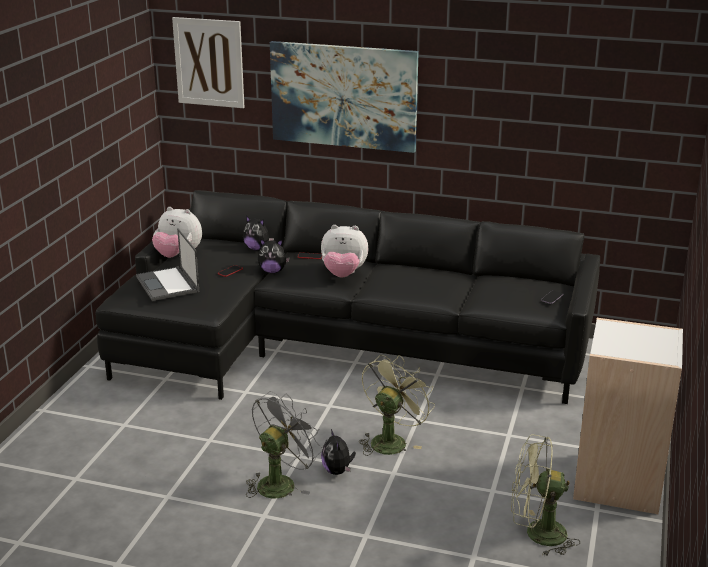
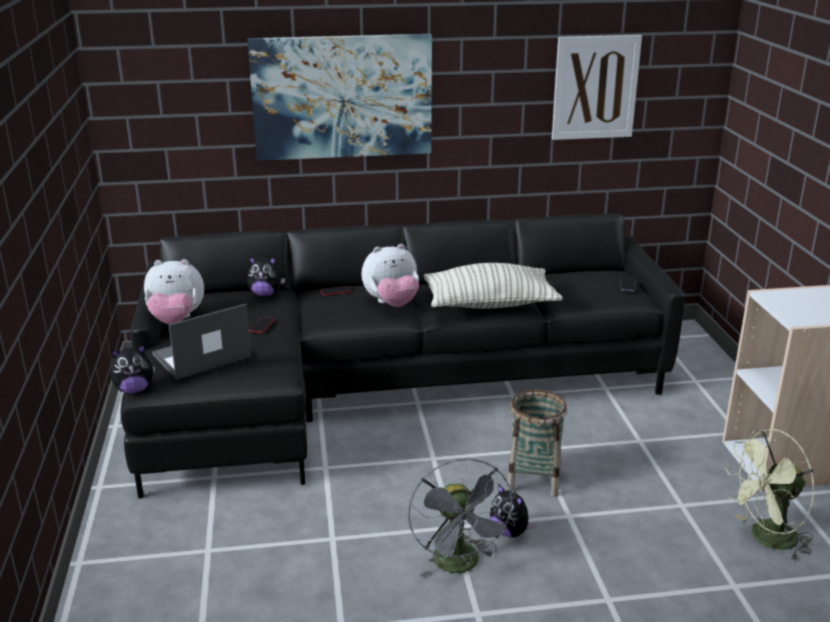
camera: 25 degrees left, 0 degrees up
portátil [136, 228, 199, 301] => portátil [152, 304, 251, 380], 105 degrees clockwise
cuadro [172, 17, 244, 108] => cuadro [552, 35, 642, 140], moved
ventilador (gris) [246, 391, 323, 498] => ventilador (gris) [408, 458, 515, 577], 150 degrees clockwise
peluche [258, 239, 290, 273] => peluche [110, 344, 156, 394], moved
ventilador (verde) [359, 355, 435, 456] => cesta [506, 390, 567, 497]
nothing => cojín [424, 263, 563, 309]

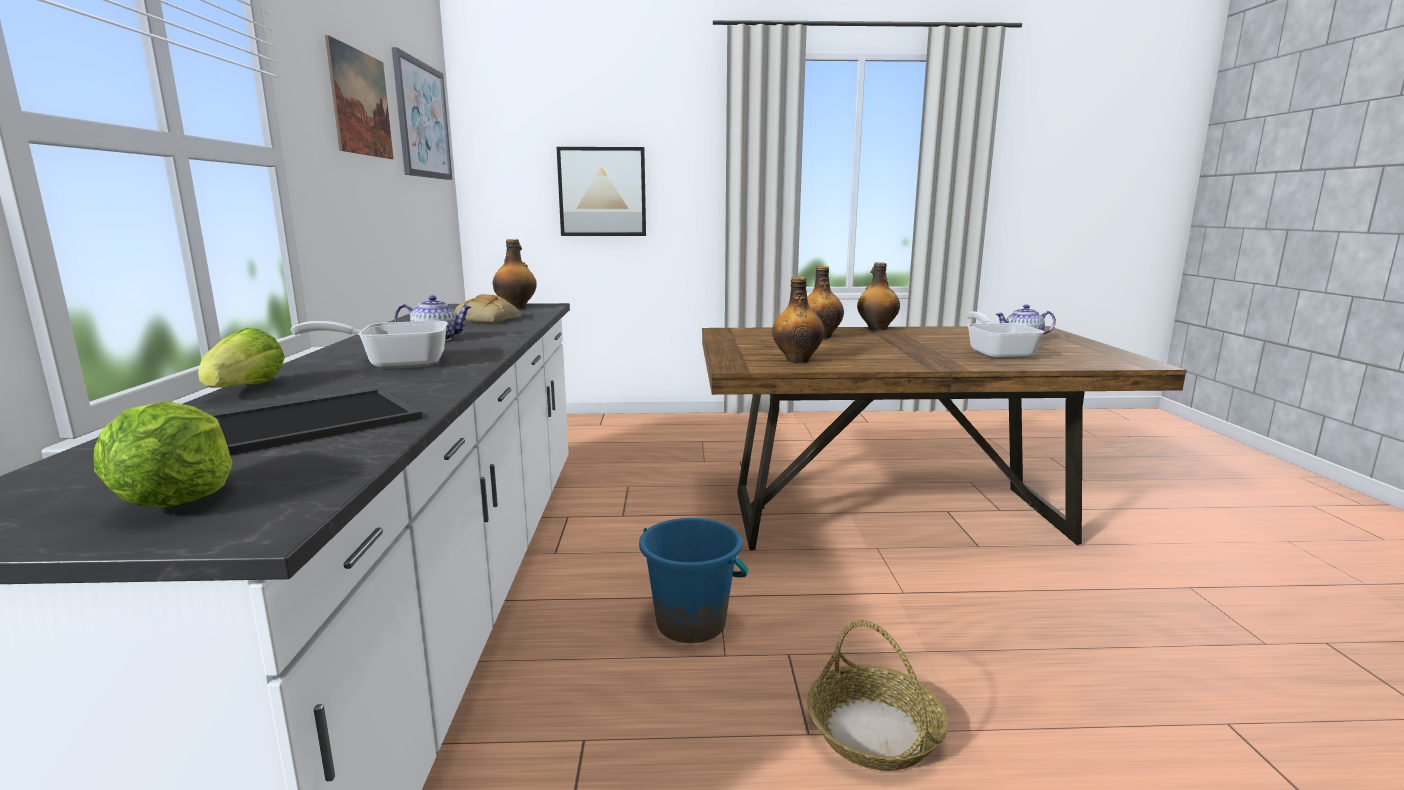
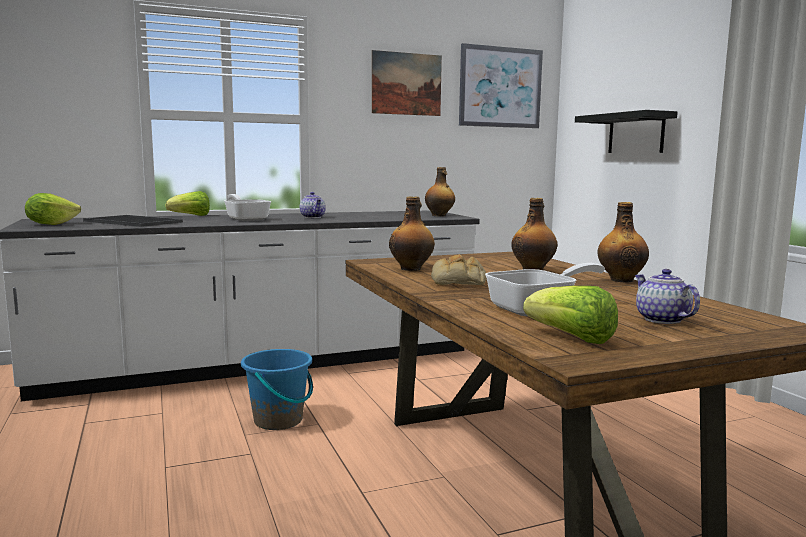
camera: 70 degrees right, 5 degrees down
pan [455, 294, 521, 323] => pan [431, 254, 486, 285], moved
cuadro [557, 147, 646, 236] => estante (negro) [575, 110, 678, 153]
cesta [807, 620, 949, 771] => nothing
nothing => lechuga [523, 286, 618, 344]

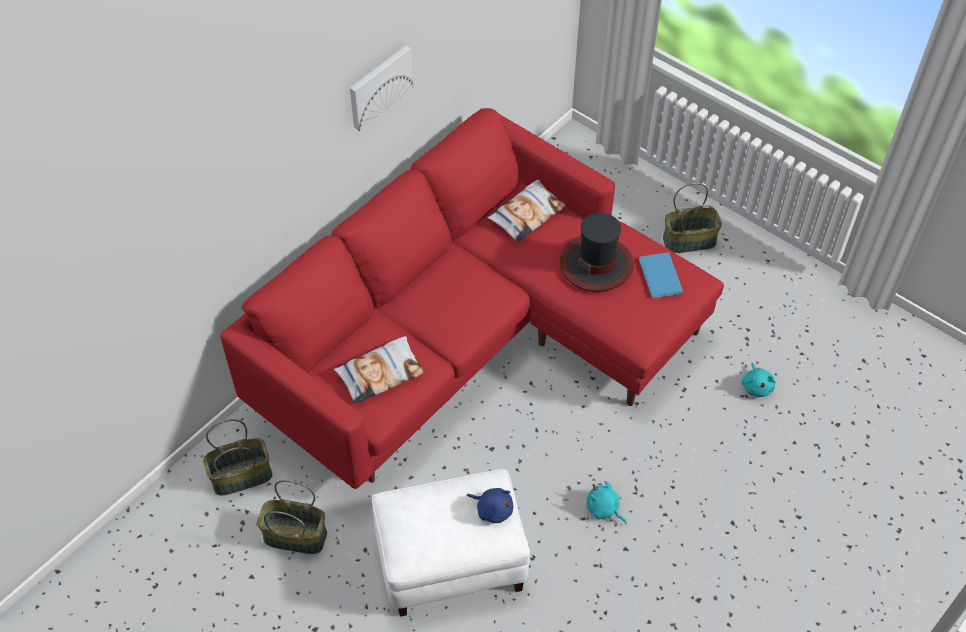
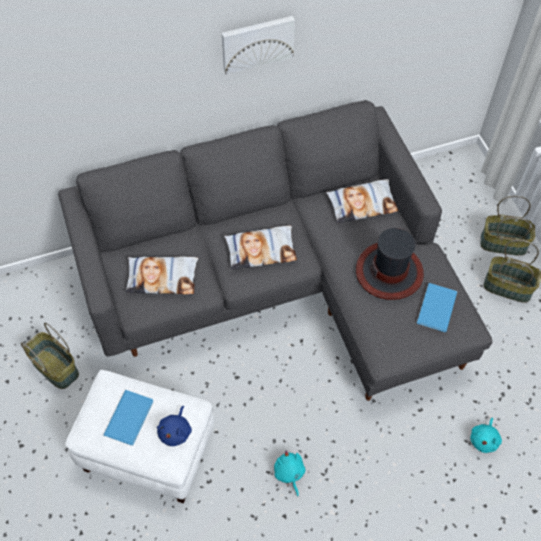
camera: 30 degrees right, 5 degrees up
cesta [203, 419, 273, 495] => cesta [480, 196, 535, 256], moved
sofá (rojo) [220, 108, 724, 489] => sofá (gris) [58, 100, 493, 401]
peluche (azul) [467, 488, 513, 523] => peluche (azul) [157, 406, 192, 446], 45 degrees clockwise
nothing => libro (azul) [103, 390, 154, 446]
nothing => cojín [224, 226, 297, 270]

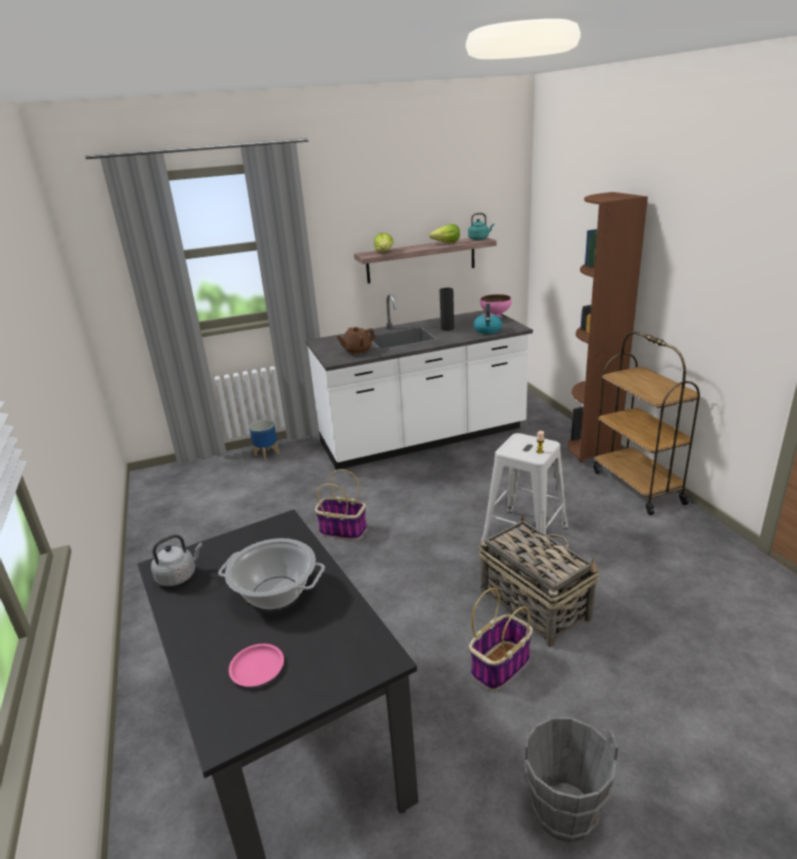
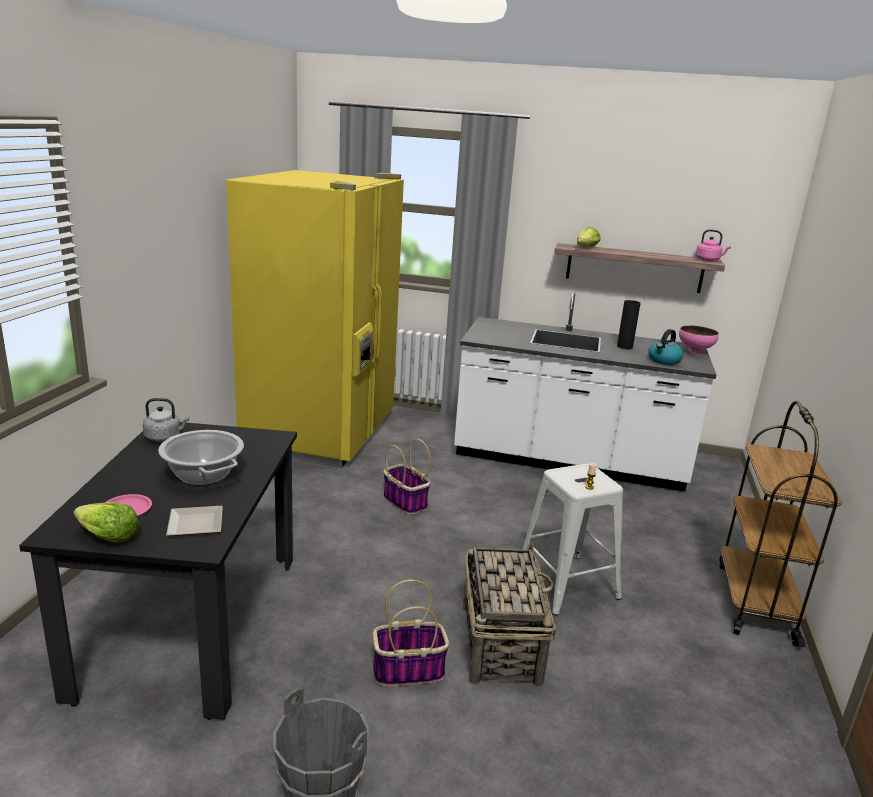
camera: 30 degrees right, 5 degrees down
maceta [249, 420, 279, 461] => nothing
tetera (marrón) [336, 327, 376, 356] => nothing
lechuga [429, 224, 460, 242] => lechuga [74, 502, 139, 542], moved
hervidor (turquesa) [468, 213, 494, 240] => hervidor (rosa) [696, 229, 731, 261]
estantería (marrón) [568, 192, 648, 462] => nothing
nothing => plato [166, 506, 223, 536]
nothing => nevera (amarillo) [226, 170, 404, 469]

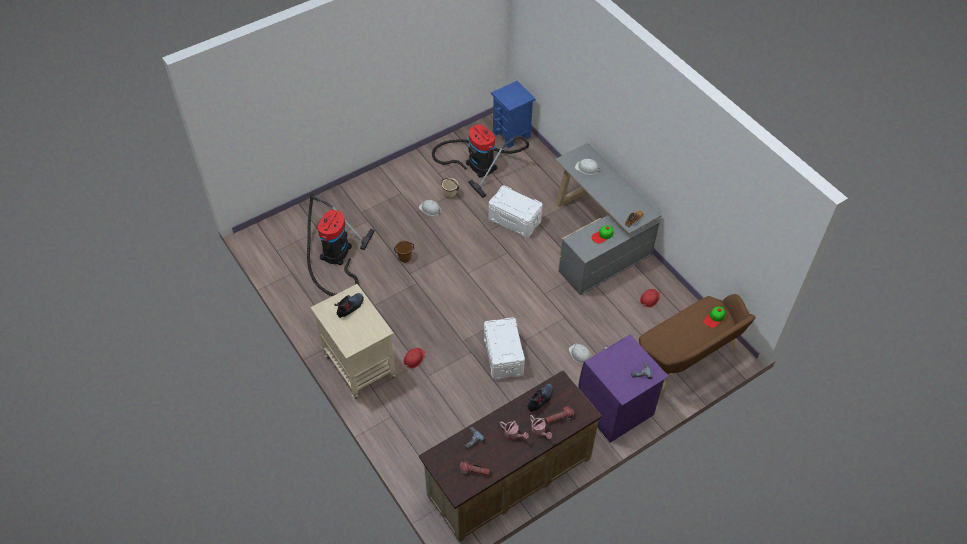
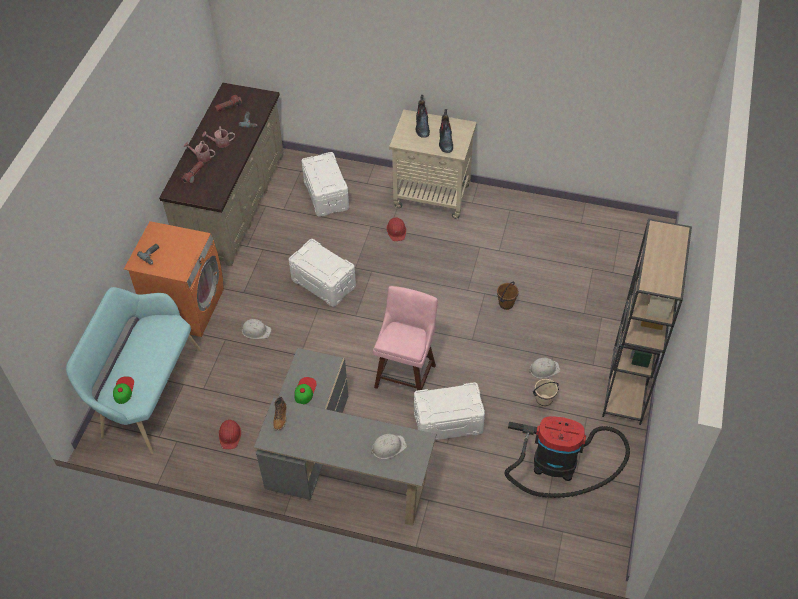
camera: 140 degrees right, 0 degrees up
aspiradora [307, 193, 375, 296] => nothing
mesita de noche (azul) [491, 81, 535, 148] => nothing
bota [527, 384, 553, 412] => bota [416, 95, 430, 138], moved
lavadora (morado) [578, 334, 669, 443] => lavadora (naranja) [124, 221, 224, 337]
banco (marrón) [639, 294, 755, 399] => banco (turquesa) [66, 287, 201, 454]
nothing => caja de almacenaje (blanco) [302, 152, 349, 217]
nothing => silla (rosa) [373, 286, 438, 390]
nothing => estantería [602, 219, 692, 425]

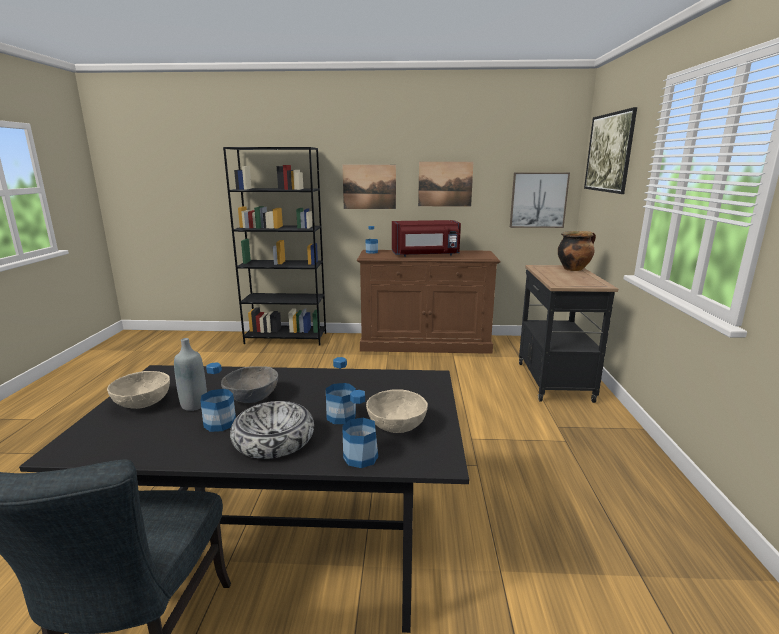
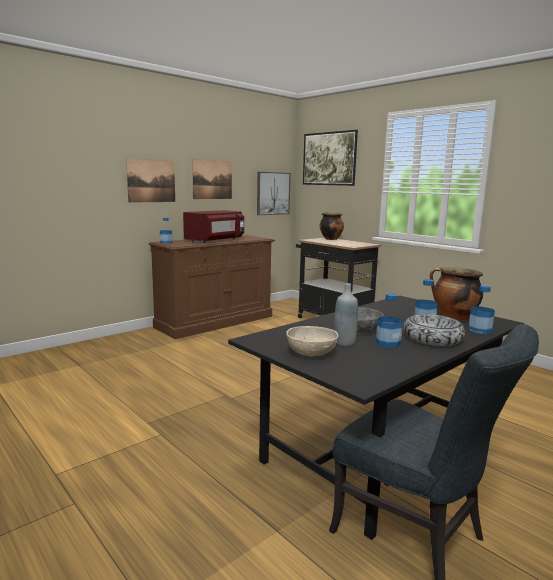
camera: 45 degrees left, 5 degrees down
estantería (negro) [223, 147, 326, 346] => nothing
cuenco (beis) [366, 389, 428, 433] => olla [430, 267, 483, 321]

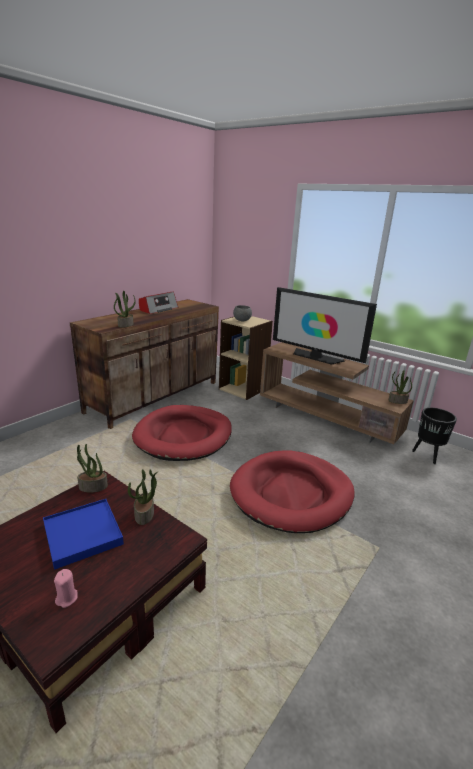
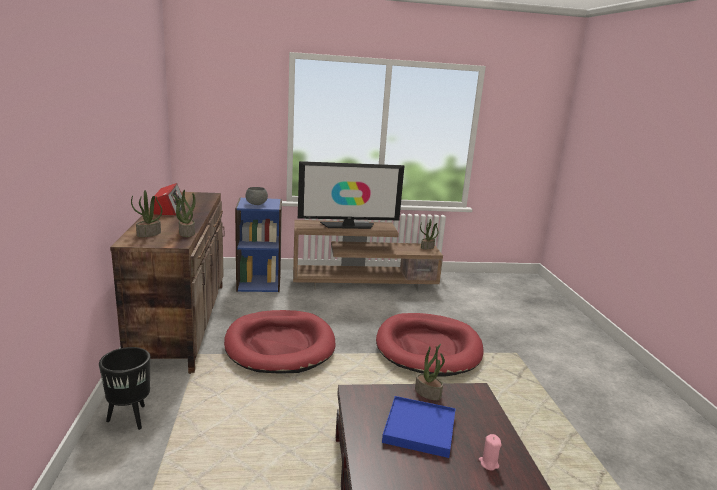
camera: 45 degrees left, 5 degrees down
planta en maceta [77, 444, 108, 492] => planta en maceta [131, 190, 162, 237], moved
estantería (beis) [219, 316, 273, 400] => estantería (azul) [235, 197, 282, 292]
maceta (negro) [412, 408, 457, 464] => maceta (negro) [99, 347, 151, 430], moved

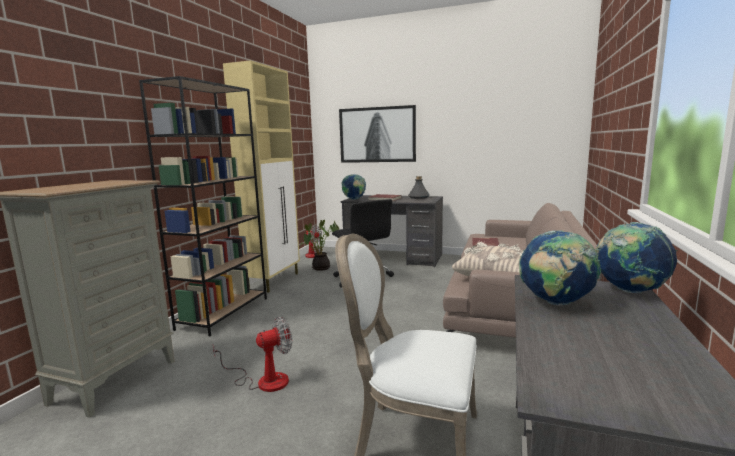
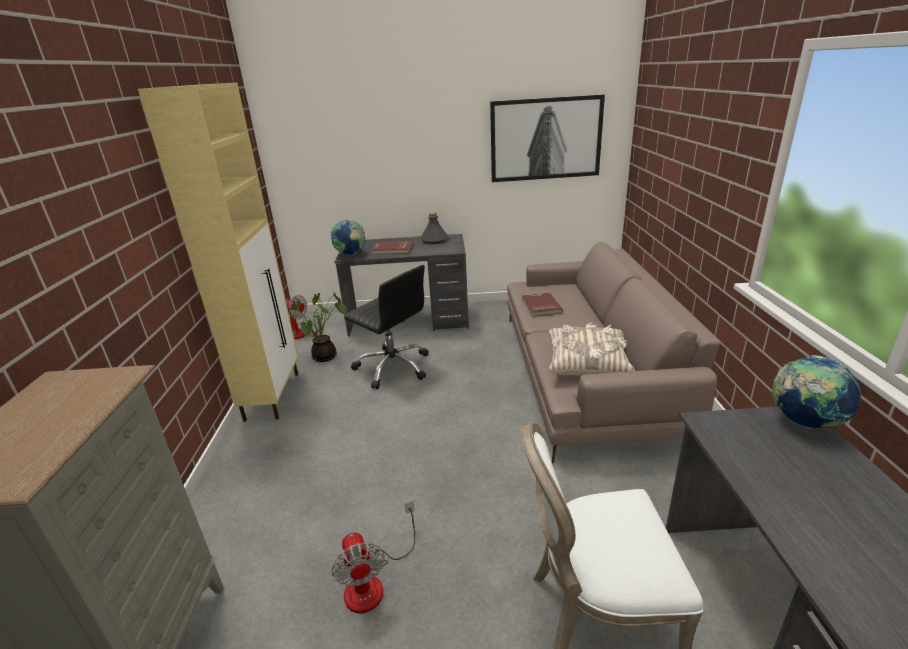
camera: 20 degrees left, 15 degrees up
estantería (beis) [139, 76, 267, 336] => nothing
ventilador [213, 317, 292, 392] => ventilador [331, 500, 415, 613], 120 degrees clockwise
cuadro [339, 105, 416, 163] => cuadro [490, 95, 605, 182], moved
globo terráqueo [519, 230, 601, 305] => nothing

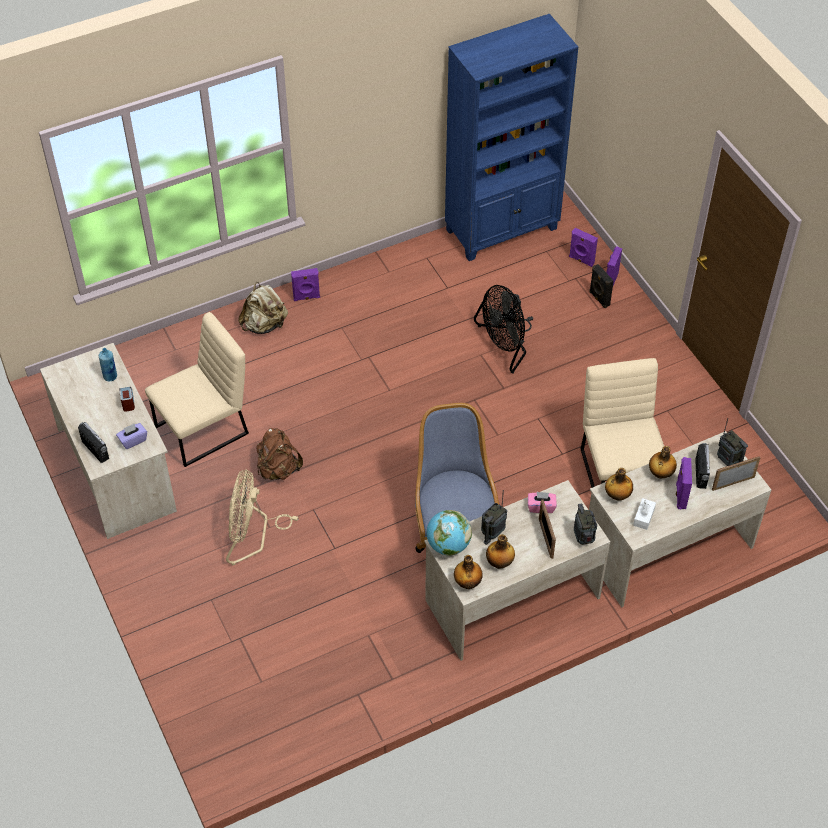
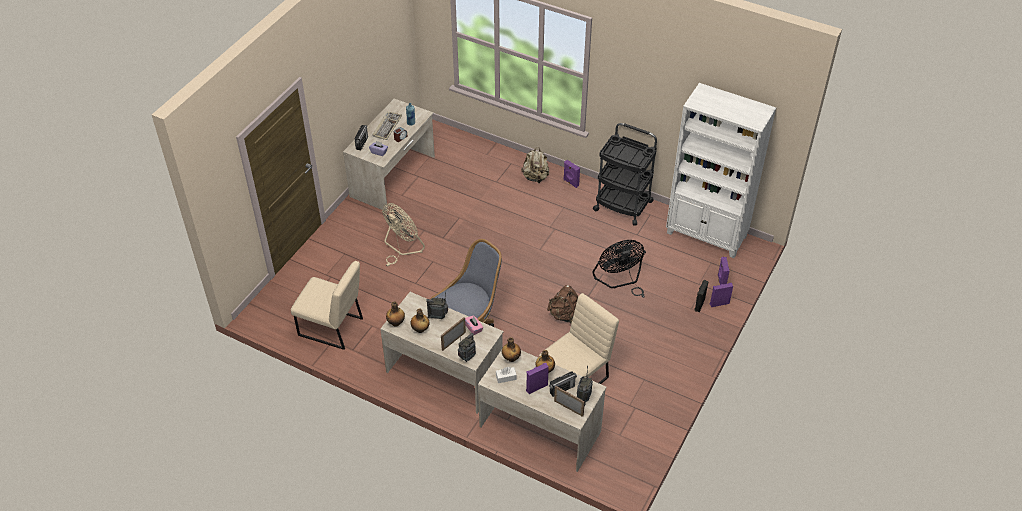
camera: 55 degrees right, 5 degrees down
silla (beis) [145, 312, 249, 467] => silla (beis) [291, 261, 363, 350], moved
ventilador (beis) [226, 469, 299, 566] => ventilador (beis) [382, 203, 425, 267], 75 degrees clockwise
mochila (marrón) [256, 428, 303, 480] => mochila (marrón) [547, 285, 578, 324], moved
globo terráqueo [427, 510, 472, 556] => nothing
estantería (azul) [445, 14, 578, 261] => estantería (blanco) [666, 83, 776, 258]
ventilador (negro) [474, 285, 534, 374] => ventilador (negro) [593, 240, 646, 298], 45 degrees clockwise
nothing => teclado [372, 112, 402, 140]
nothing => carrito (negro) [593, 123, 657, 226]

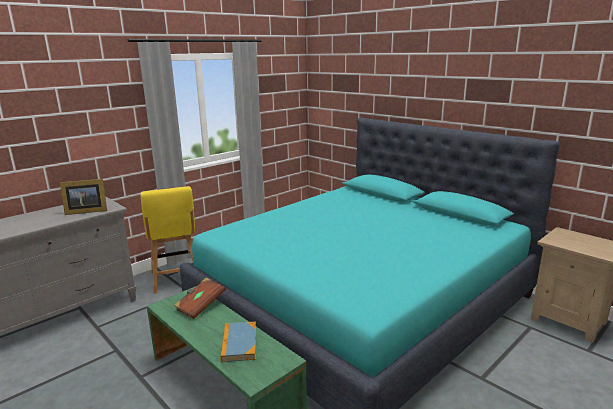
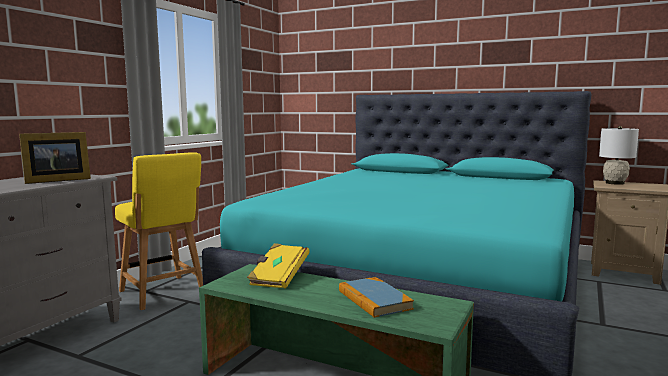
camera: 20 degrees left, 10 degrees down
libro (marrón) [174, 277, 226, 319] => libro (amarillo) [247, 243, 309, 289]
nothing => lámpara de mesa (blanco) [599, 126, 639, 185]

